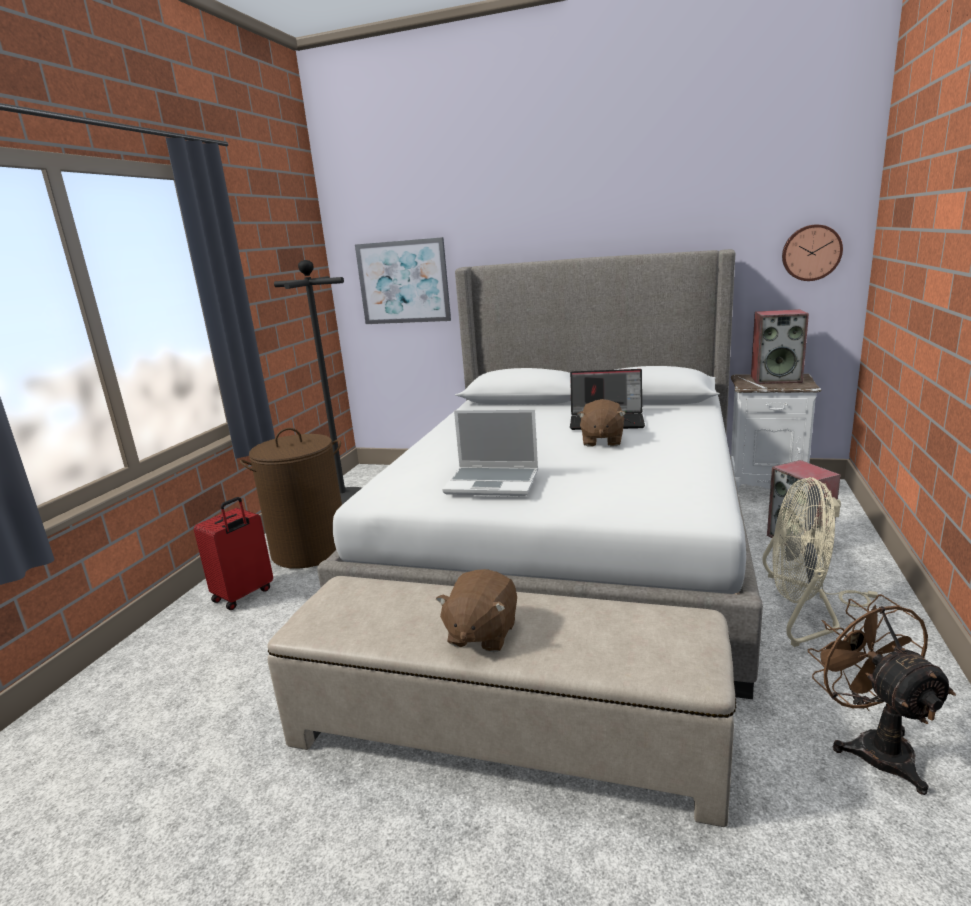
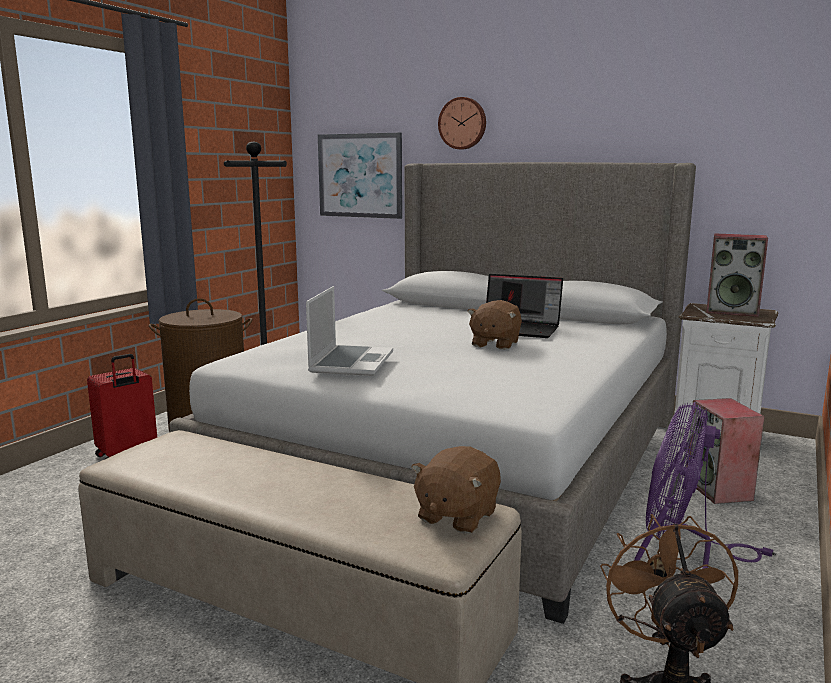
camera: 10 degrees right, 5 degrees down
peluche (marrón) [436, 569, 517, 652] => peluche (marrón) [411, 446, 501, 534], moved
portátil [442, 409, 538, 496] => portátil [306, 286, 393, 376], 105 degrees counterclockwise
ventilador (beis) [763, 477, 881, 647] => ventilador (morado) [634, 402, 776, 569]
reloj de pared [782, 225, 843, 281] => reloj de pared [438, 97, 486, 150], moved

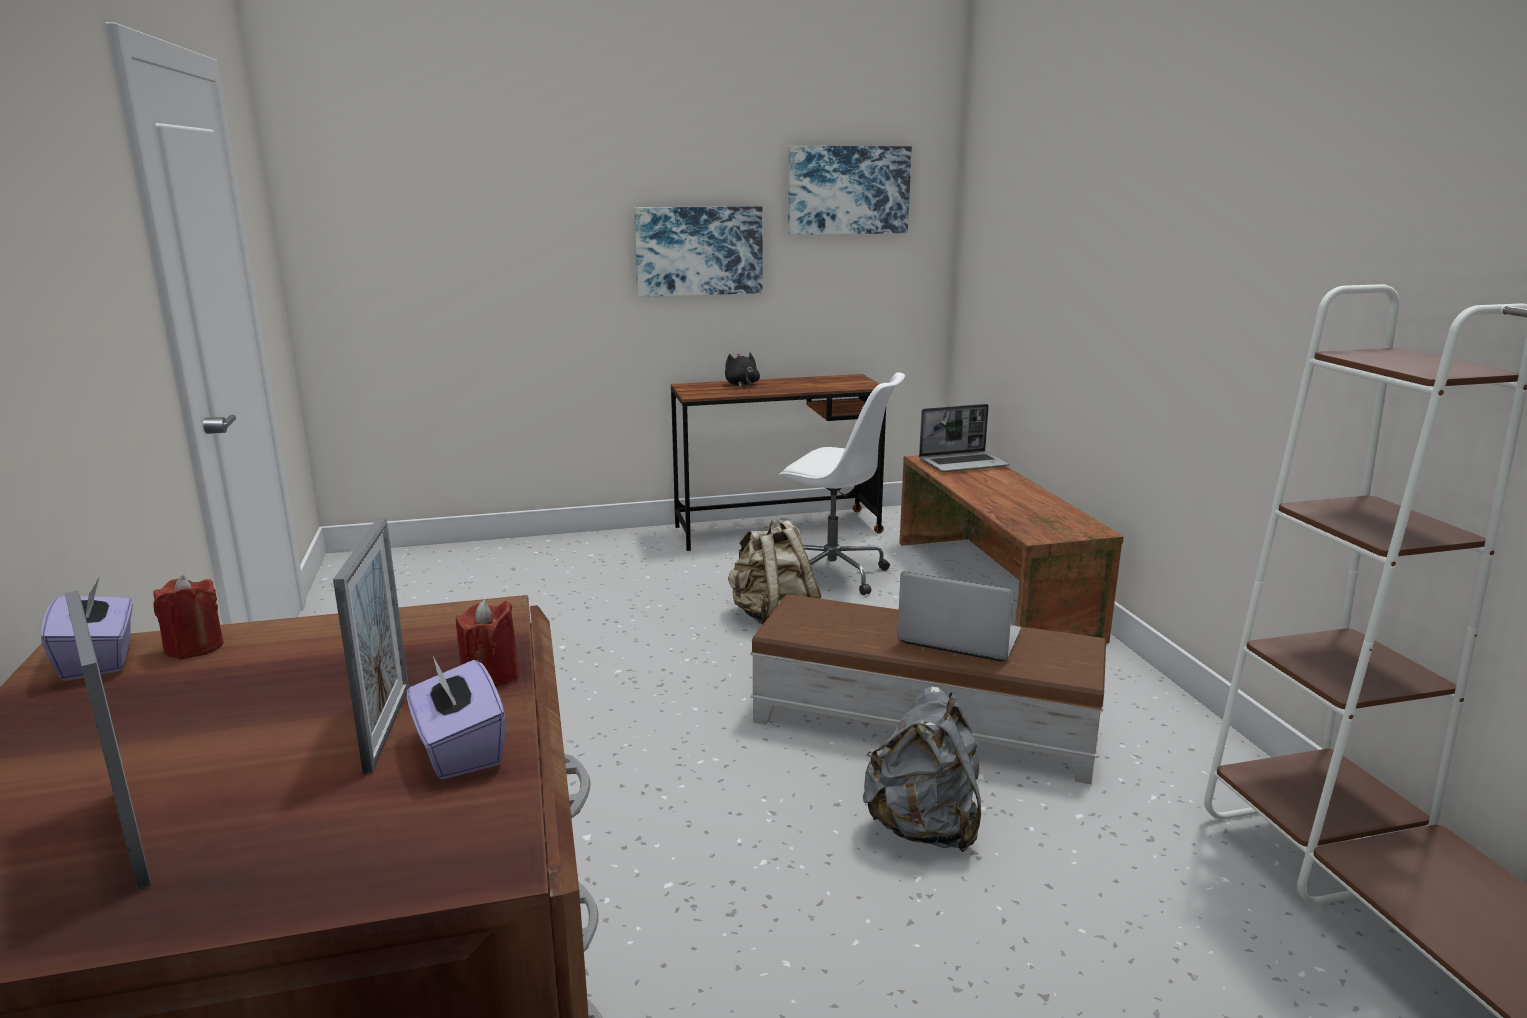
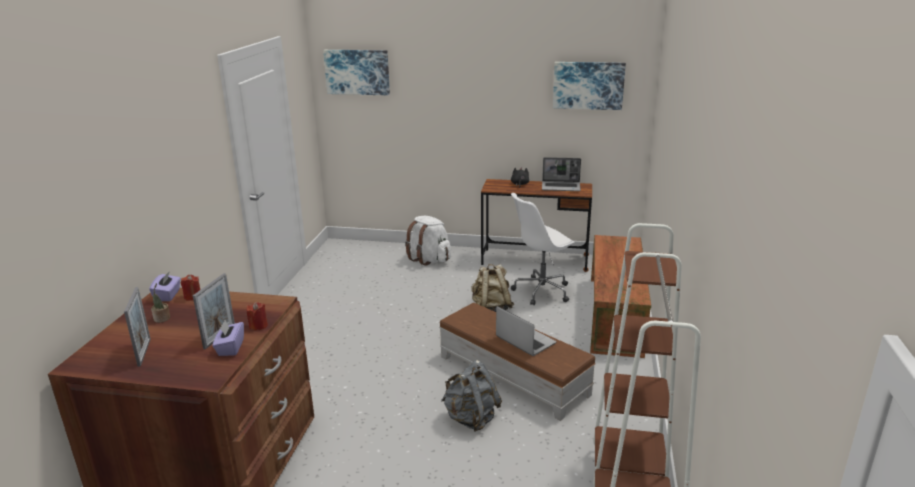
camera: 25 degrees right, 5 degrees up
cuadro [634, 206, 763, 297] => cuadro [323, 50, 390, 95], moved
silla de oficina (blanco) [779, 372, 905, 595] => silla de oficina (blanco) [511, 193, 575, 305], 105 degrees clockwise
portátil [919, 404, 1010, 472] => portátil [542, 157, 581, 191], moved
nothing => planta en maceta [151, 283, 170, 323]
nothing => mochila (blanco) [405, 216, 451, 266]

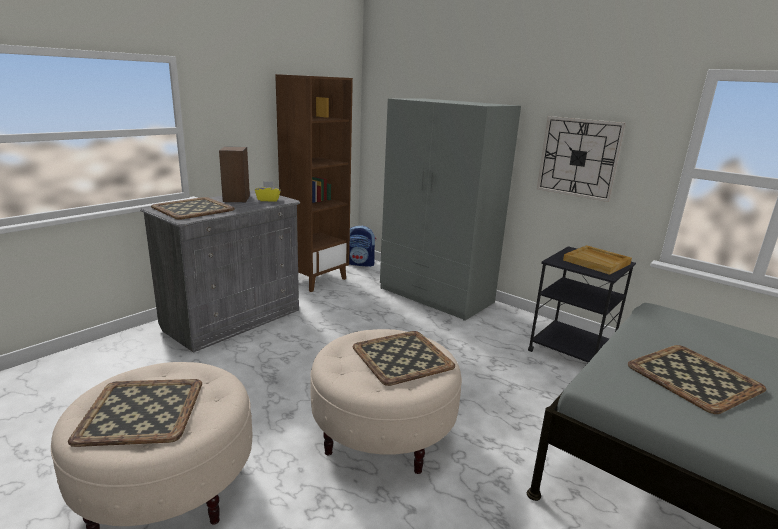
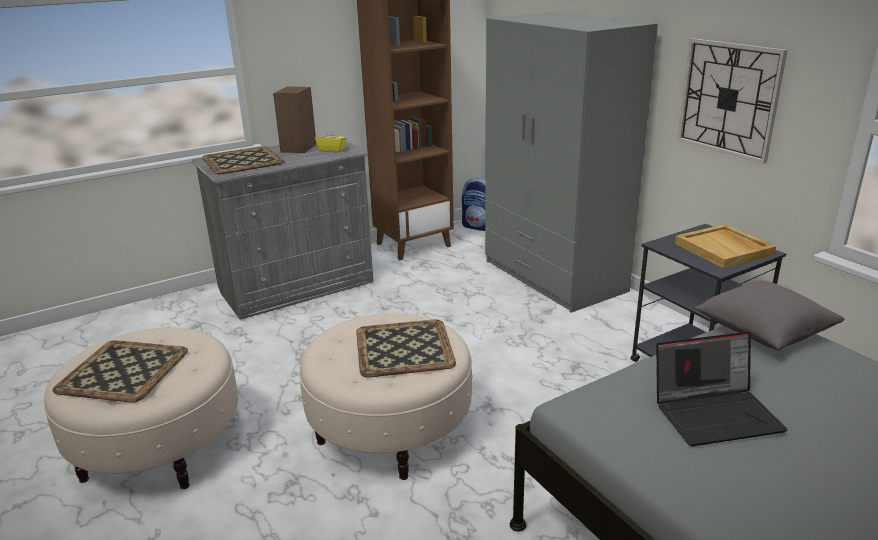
camera: 20 degrees right, 5 degrees up
bandeja [628, 345, 766, 414] => portátil [656, 332, 787, 446]
nothing => cojín (gris) [694, 280, 844, 350]

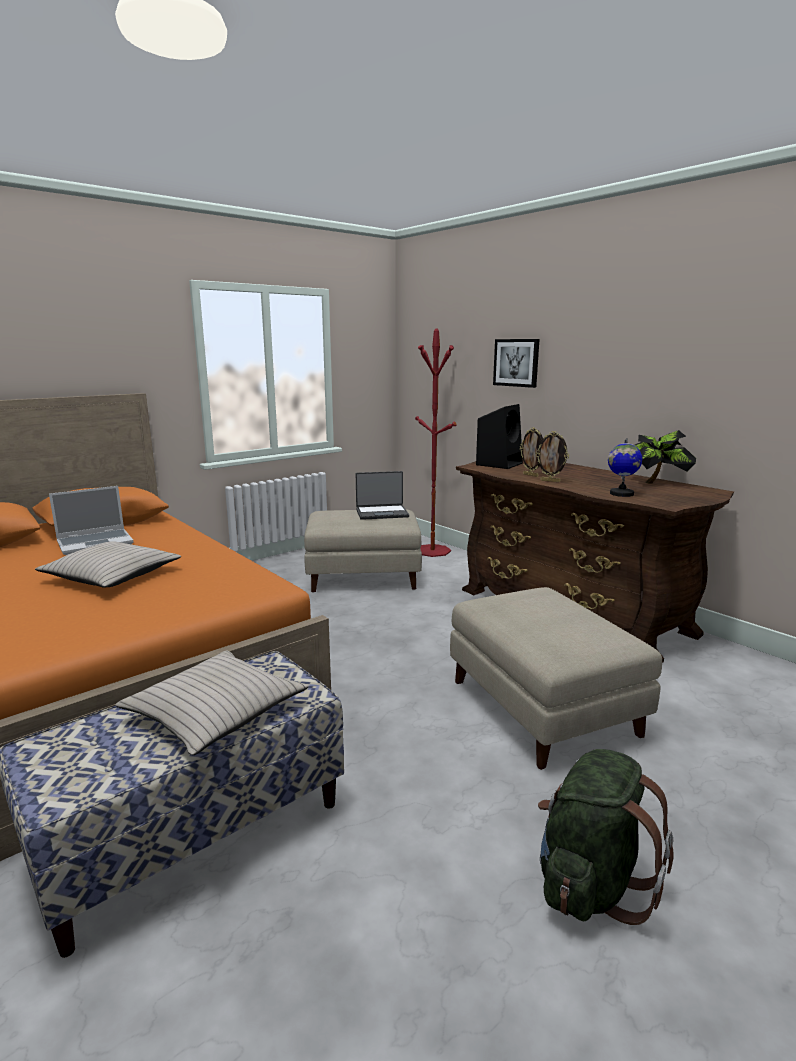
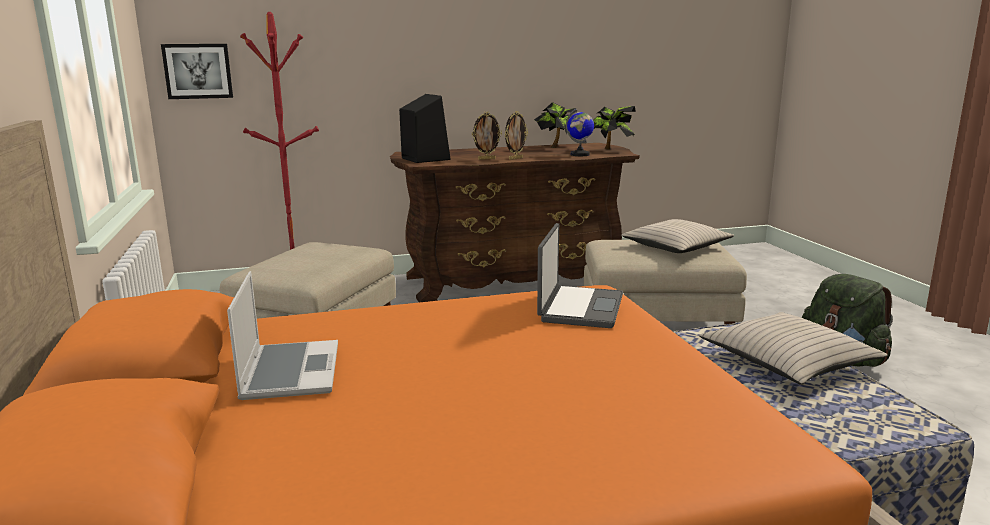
camera: 65 degrees left, 0 degrees up
cojín (beis) [35, 541, 181, 588] => cojín (beis) [621, 219, 734, 253], moved
portátil [356, 471, 409, 520] => portátil [537, 223, 623, 328], moved
cuadro [493, 339, 539, 388] => cuadro [161, 44, 233, 99], moved
nothing => planta en maceta [593, 106, 636, 149]

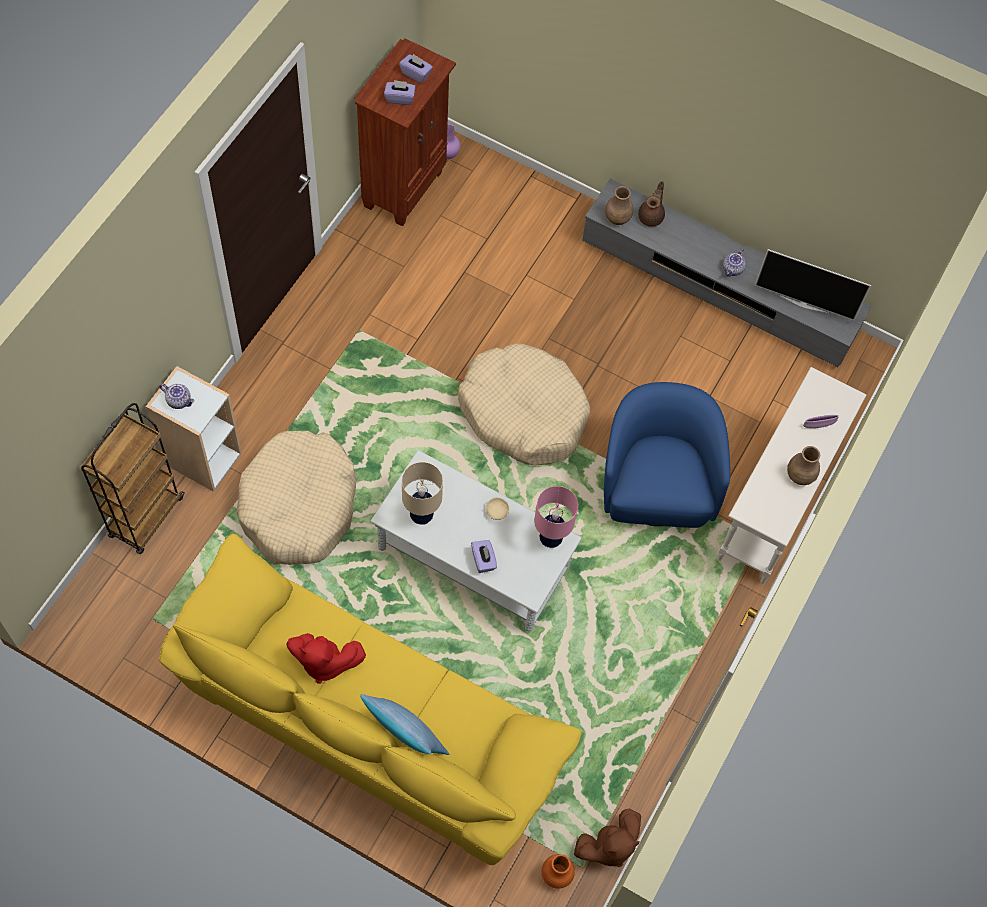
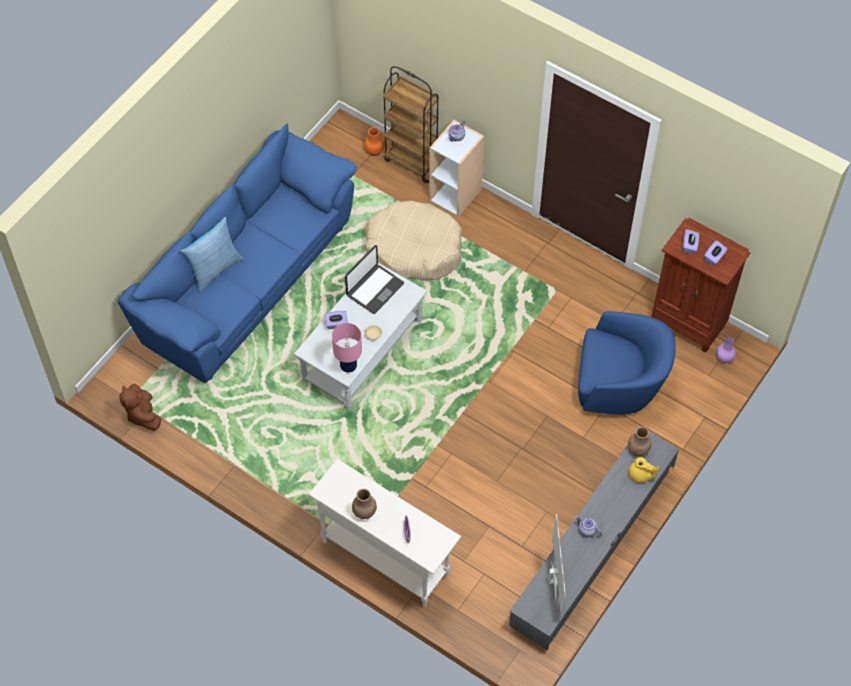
camera: 100 degrees right, 5 degrees down
sofá (amarillo) [159, 534, 582, 865] => sofá (azul) [117, 124, 357, 383]
peluche (rojo) [286, 633, 366, 684] => nothing
lámpara de mesa (beis) [402, 462, 443, 525] => portátil [345, 245, 404, 314]
cama para perro (beis) [458, 344, 590, 465] => nothing
florero (naranja) [542, 854, 575, 889] => florero (naranja) [364, 127, 384, 156], moved
sillón (azul) [604, 382, 730, 528] => sillón (azul) [578, 311, 676, 414], moved
tetera (marrón) [638, 181, 665, 227] => tetera (amarillo) [629, 457, 659, 483]
televisor [755, 249, 871, 321] => televisor [548, 514, 566, 620], 150 degrees clockwise

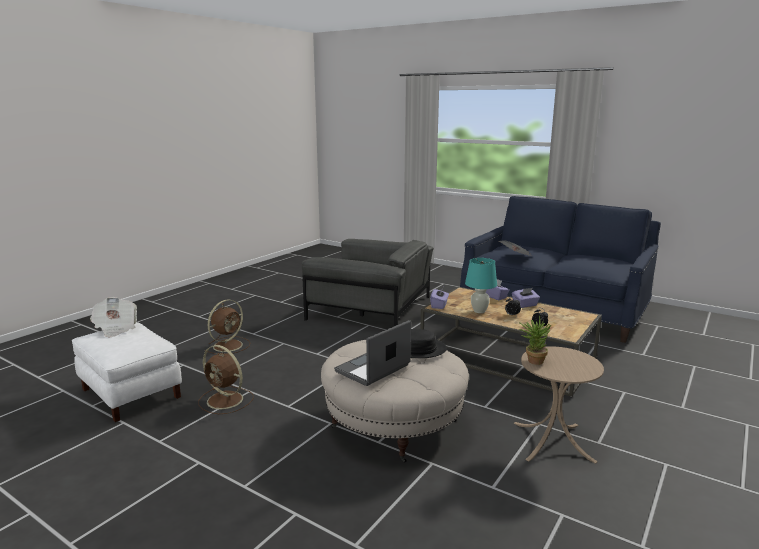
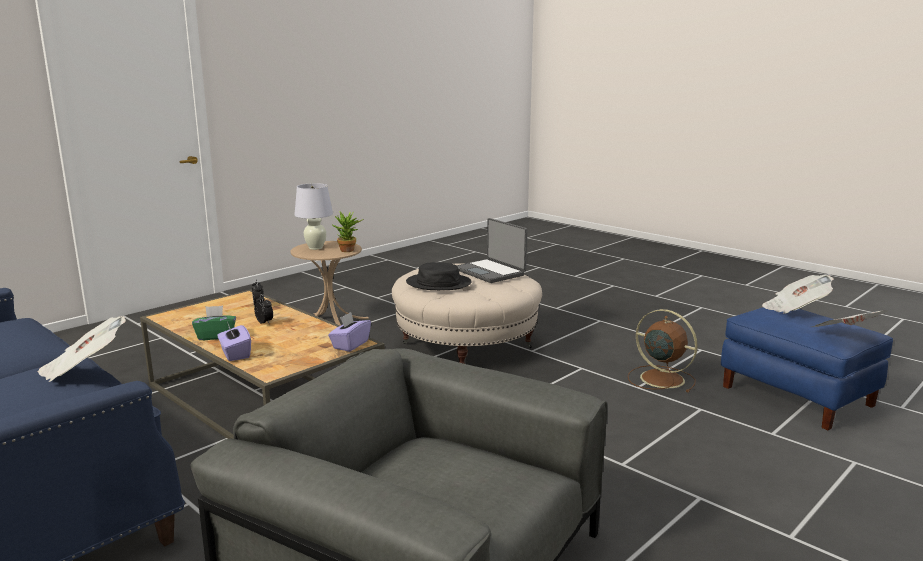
camera: 170 degrees left, 0 degrees up
puf (blanco) [72, 322, 182, 422] => puf (azul) [721, 307, 893, 430]
ventilador (marrón) [205, 299, 250, 354] => nothing
portátil [334, 320, 411, 386] => portátil [456, 218, 527, 283], 90 degrees clockwise
lámpara de mesa (turquesa) [465, 258, 497, 313] => nothing
caja de pañuelos (morado) [512, 288, 540, 308] => caja de pañuelos (verde) [192, 306, 236, 340]
nothing => lámpara de mesa (blanco) [294, 183, 333, 250]
nothing => periódico [762, 275, 834, 313]

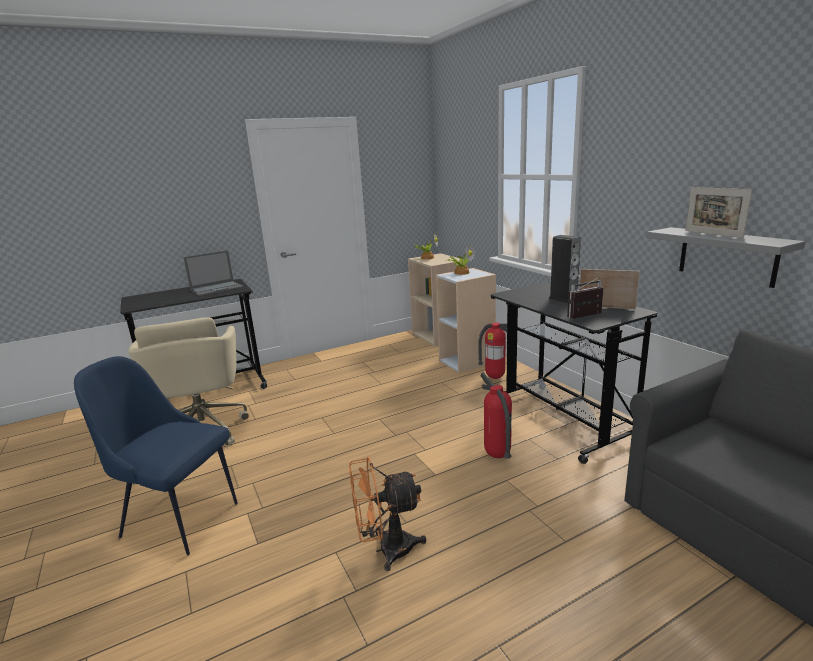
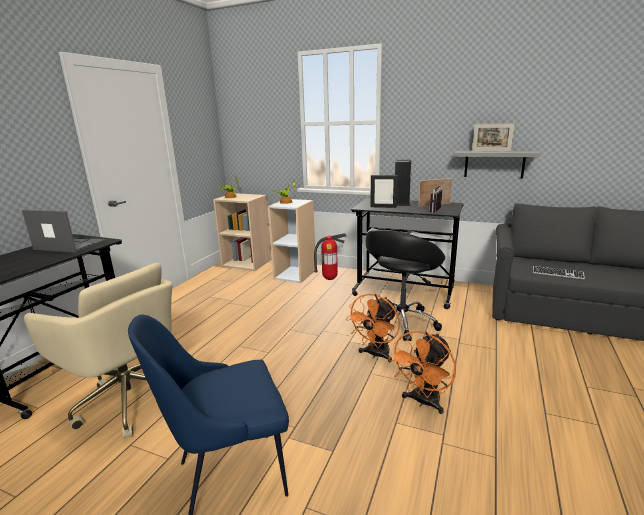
camera: 40 degrees left, 0 degrees up
portátil [183, 250, 244, 296] => portátil [22, 210, 105, 253], 90 degrees counterclockwise
extintor [481, 372, 512, 459] => silla de oficina (negro) [362, 230, 445, 341]
nothing => ventilador (naranja) [346, 294, 400, 362]
nothing => portarretratos [370, 175, 398, 208]
nothing => teclado [533, 266, 585, 279]

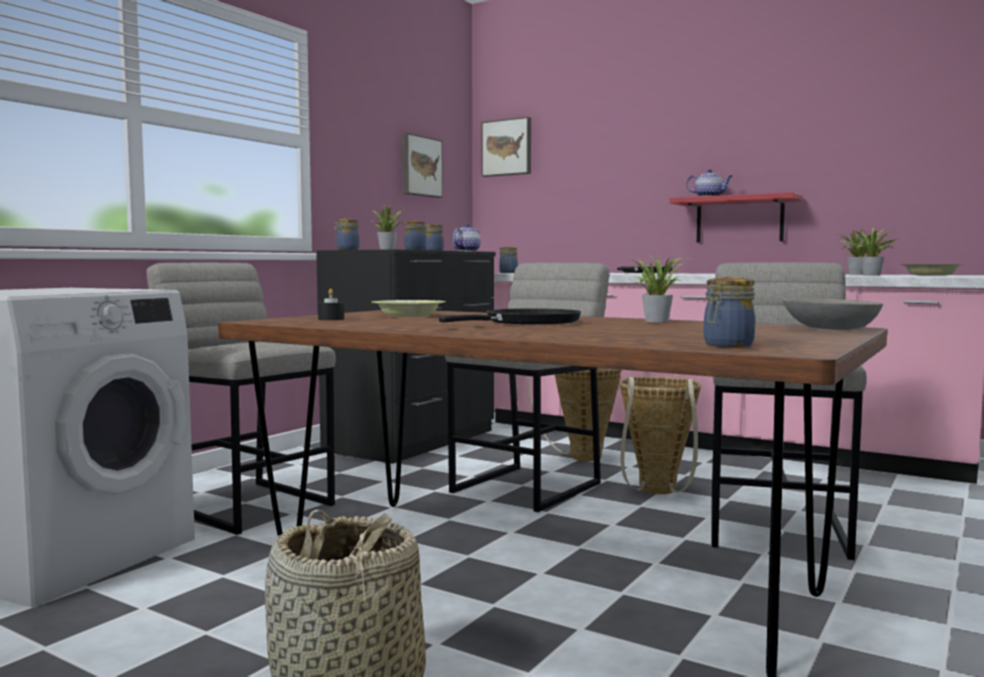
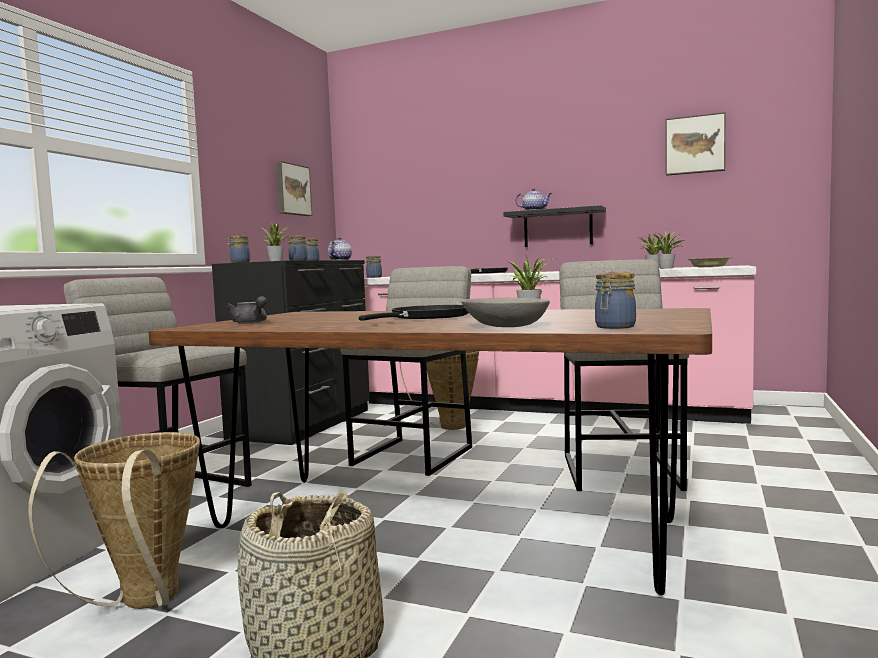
camera: 10 degrees left, 0 degrees up
vela (negro) [318, 289, 344, 320] => tetera (gris) [227, 296, 267, 324]
cuenco (amarillo) [372, 300, 446, 317] => nothing
cuadro [481, 117, 531, 177] => cuadro [665, 112, 726, 176], moved
cesta [620, 376, 701, 494] => cesta [28, 432, 200, 609], moved
estante (rojo) [670, 192, 803, 242] => estante (negro) [503, 205, 606, 247]
cuenco (gris) [782, 298, 883, 330] => cuenco (gris) [461, 298, 550, 327], moved

